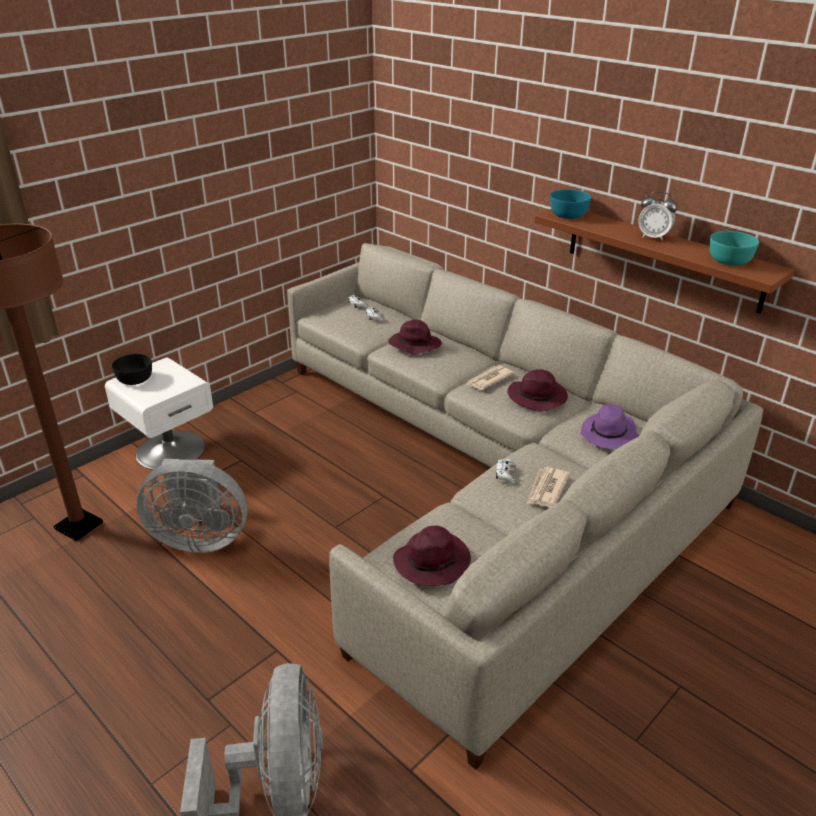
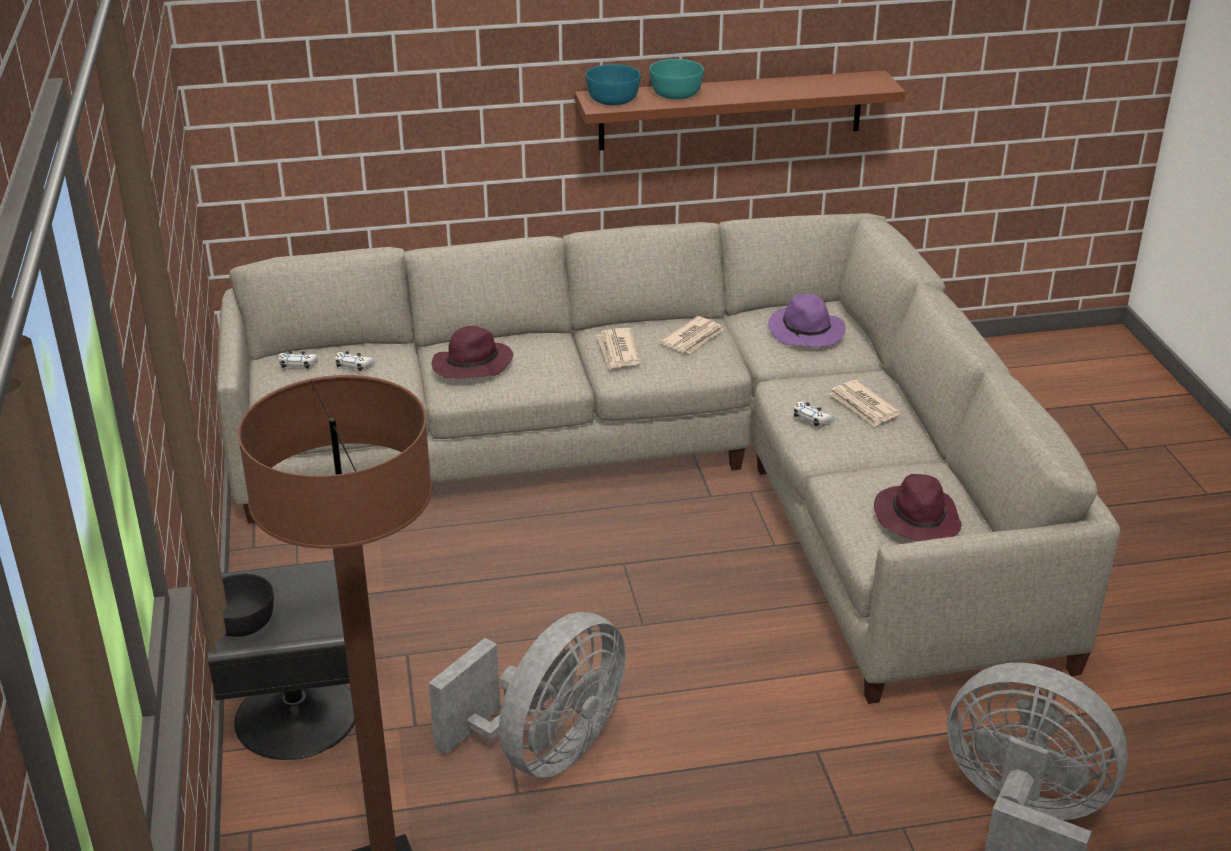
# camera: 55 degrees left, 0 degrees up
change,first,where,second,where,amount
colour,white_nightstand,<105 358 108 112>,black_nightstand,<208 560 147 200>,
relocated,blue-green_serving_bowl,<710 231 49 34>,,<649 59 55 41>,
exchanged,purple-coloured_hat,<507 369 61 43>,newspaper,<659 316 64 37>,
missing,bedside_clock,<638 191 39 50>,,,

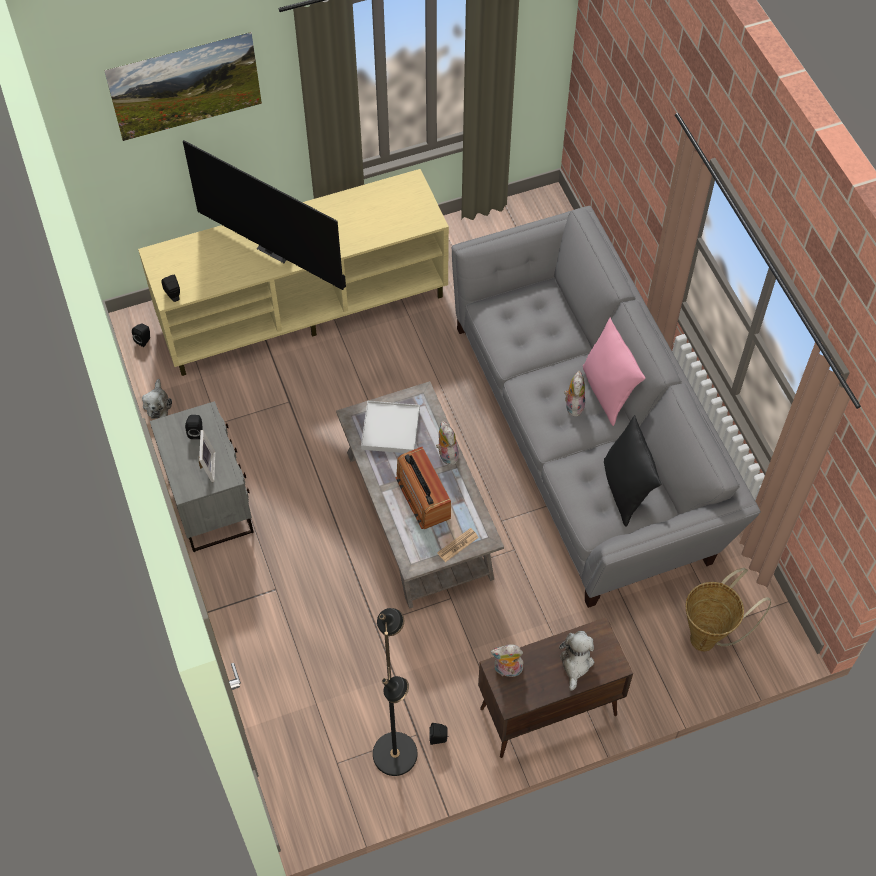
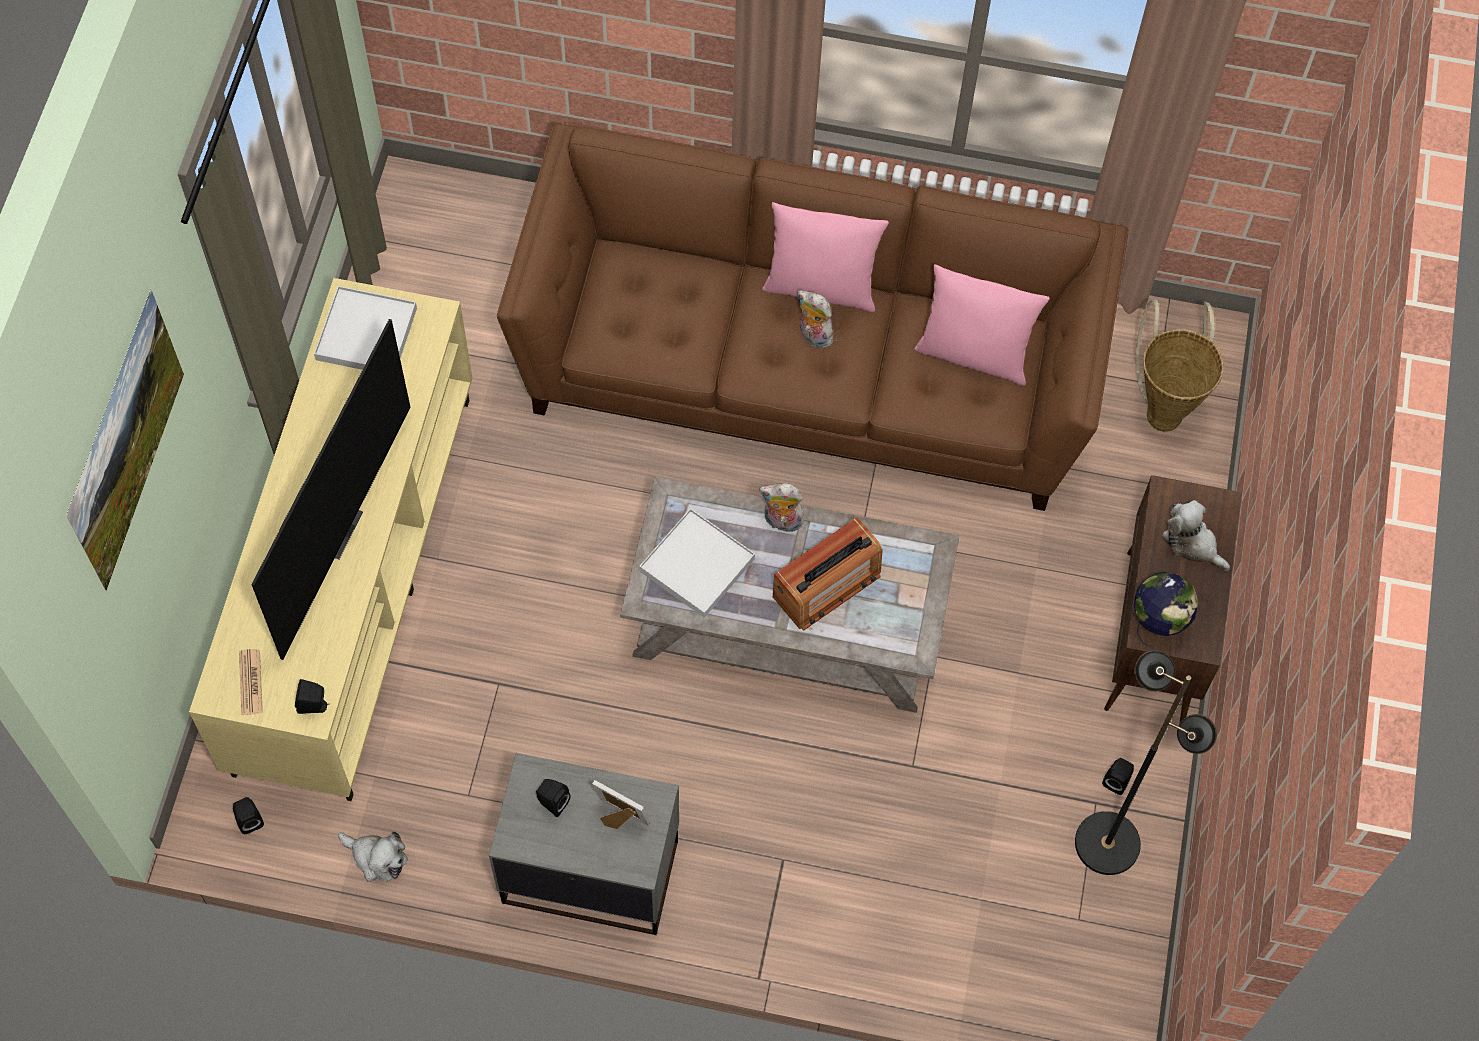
# camera: 60 degrees left, 5 degrees up
change,first,where,second,where,amount
relocated,newspaper,<437 528 42 34>,,<239 649 24 66>,
spun,TV_set,<183 140 163 150>,,<251 319 160 341>,45 degrees counterclockwise
appeared,,,white_serving_tray,<314 286 103 84>,
colour,grey_settee,<452 206 309 402>,brown-coloured_settee,<497 123 631 388>,
spun,radio_set,<395 447 56 82>,,<773 517 110 114>,45 degrees counterclockwise
colour,black_throw_pillow,<604 415 58 112>,pink_throw_pillow,<914 264 135 122>,
exchanged,cuddly_toy,<490 644 35 33>,world_globe,<1133 572 66 76>,

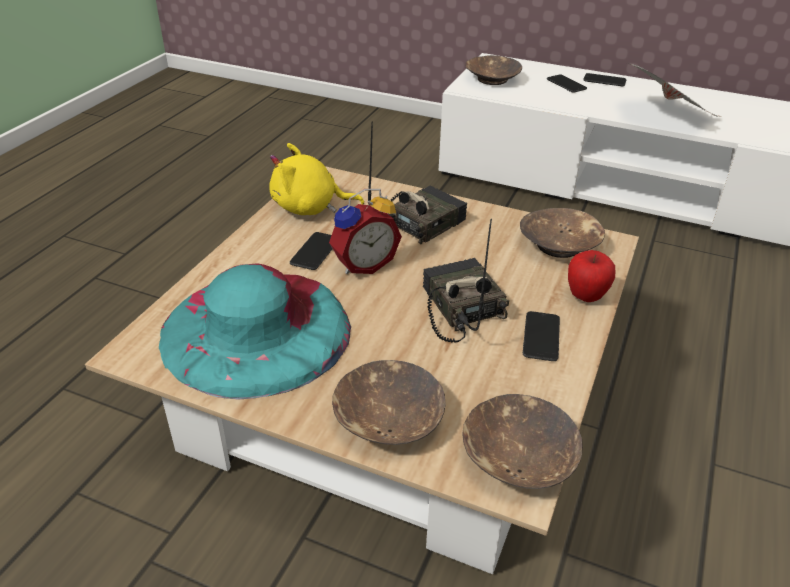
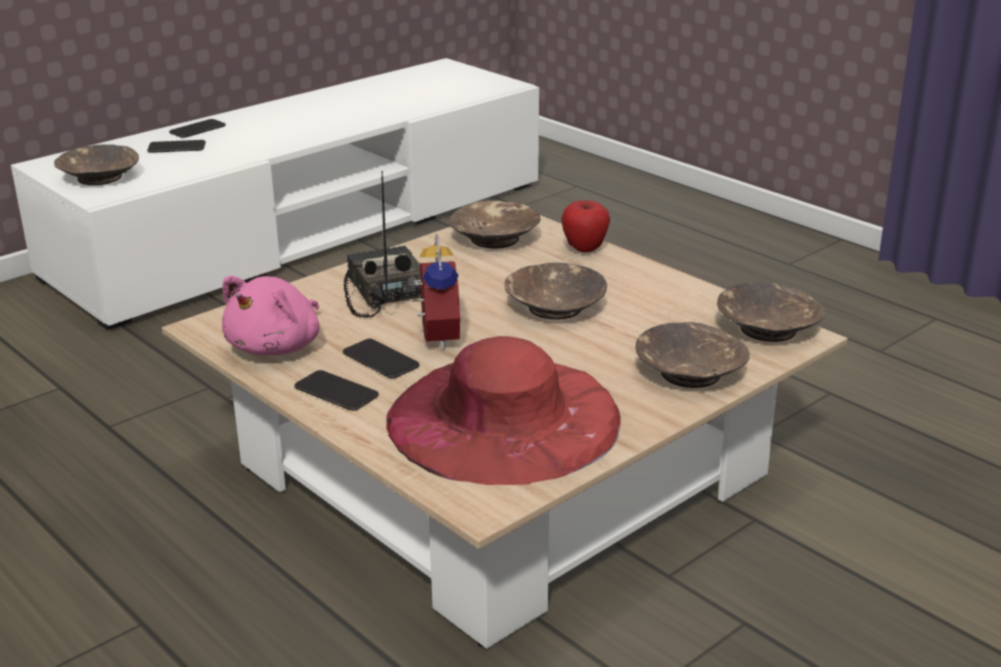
# camera: 65 degrees left, 10 degrees down
change,first,where,second,where,amount
colour,yellowish_cuddly_toy,<269 143 95 72>,pink_cuddly_toy,<222 276 98 80>,
relocated,phone,<523 311 37 50>,,<294 370 85 41>,
colour,blue-green_hat,<159 263 192 137>,red-coloured_hat,<386 336 235 149>,
exchanged,radio_set,<423 219 86 124>,brown-coloured_serving_bowl,<504 262 103 58>,
missing,newspaper,<627 63 95 54>,,,

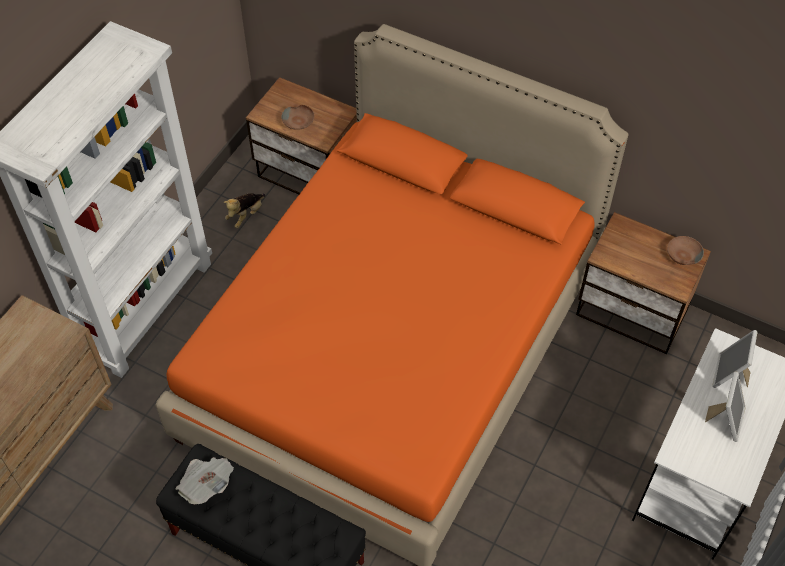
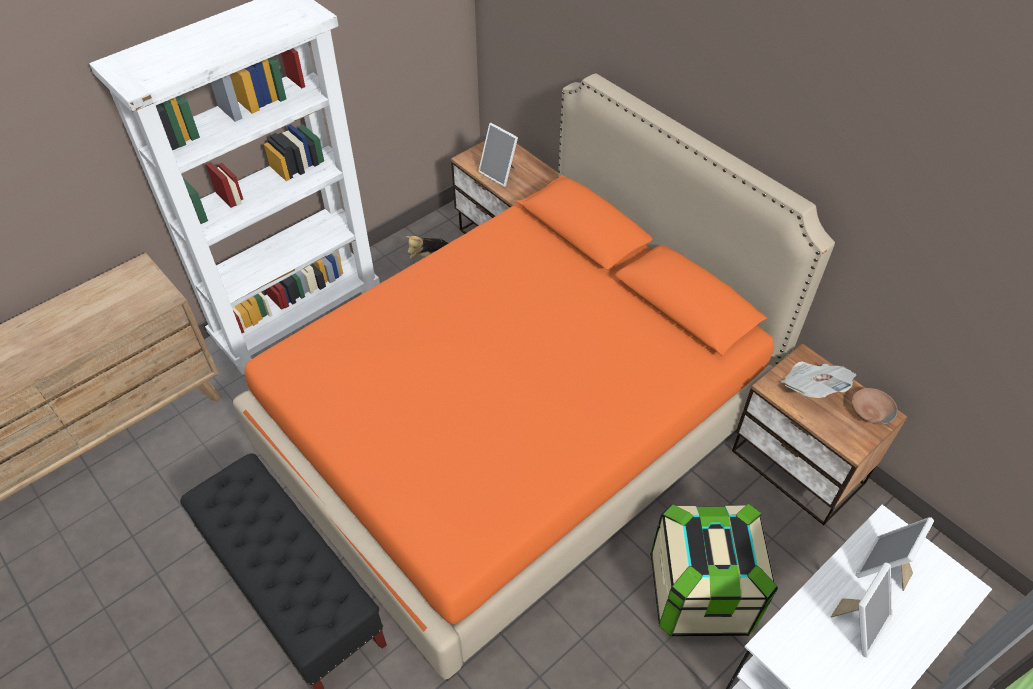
# camera: 20 degrees right, 5 degrees down
change,first,where,second,where,amount
exchanged,brown-coloured_serving_bowl,<281 105 33 25>,picture_frame,<478 123 40 64>,
appeared,,,storage_container,<650 504 128 132>,
relocated,newspaper,<175 457 59 47>,,<781 362 76 36>,

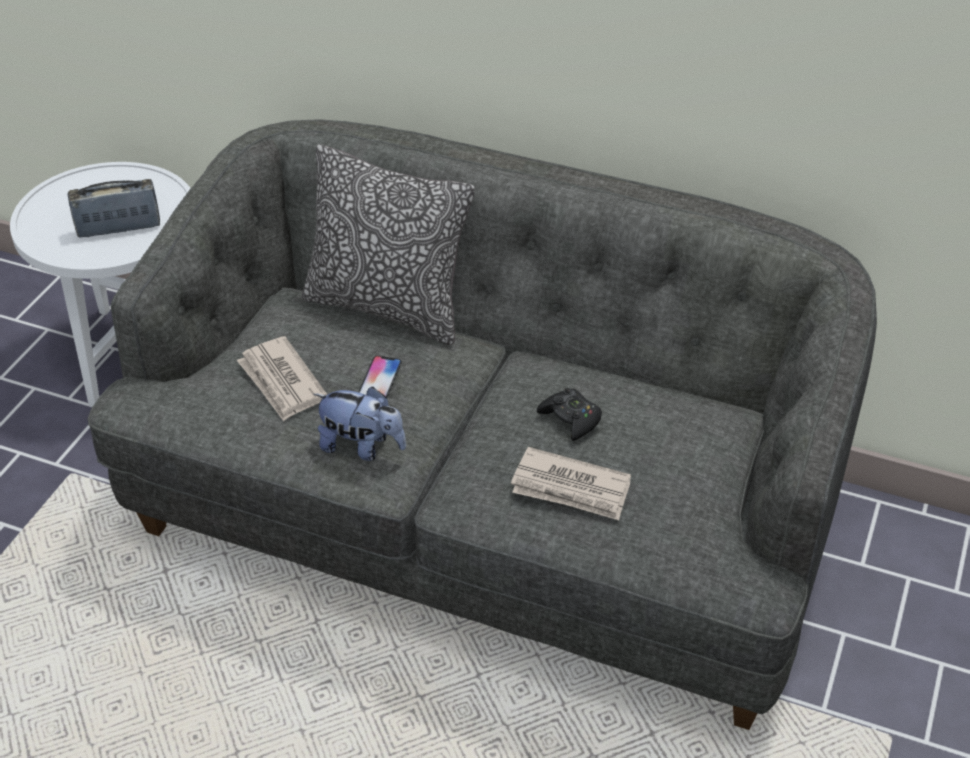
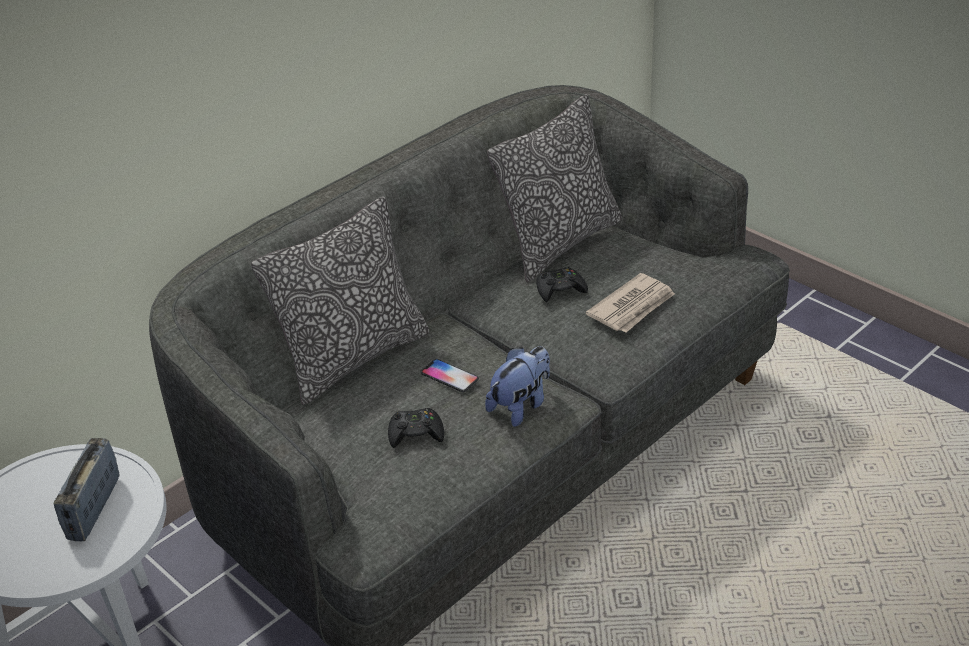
# camera: 65 degrees left, 5 degrees down
change,first,where,second,where,amount
exchanged,newspaper,<237 336 90 85>,black_joypad,<388 408 56 40>,
appeared,,,throw_pillow,<487 94 135 188>,

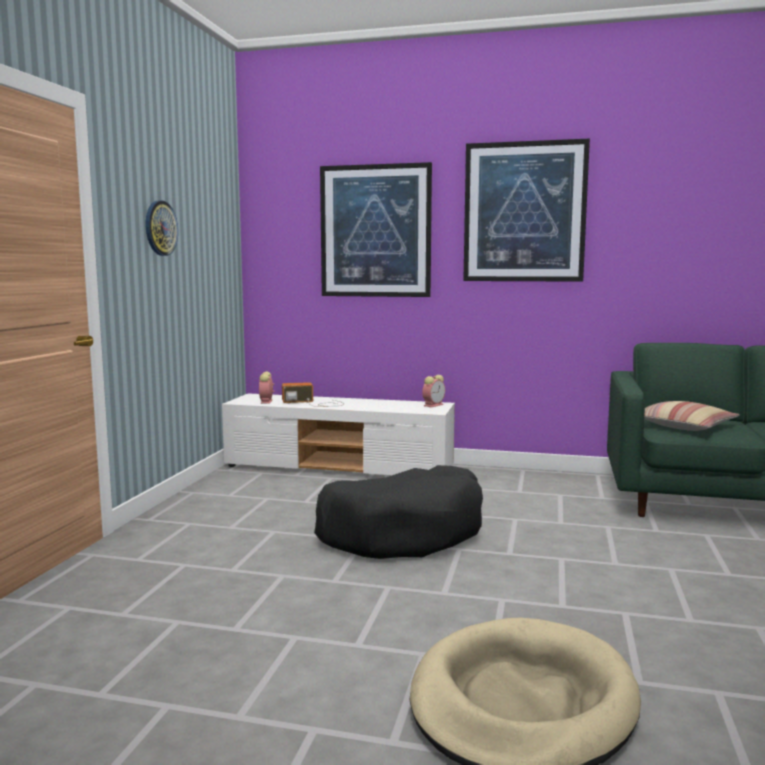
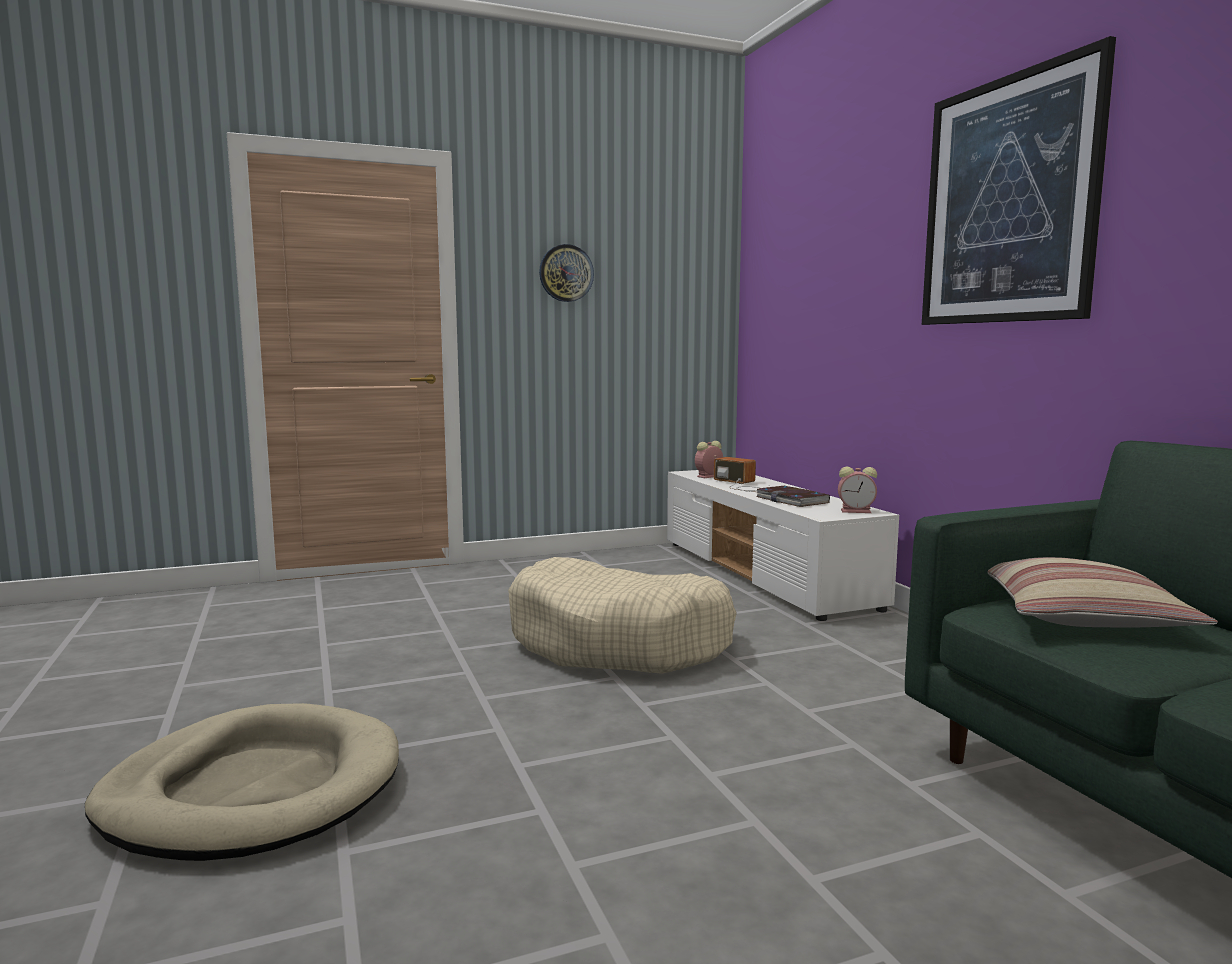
# camera: 55 degrees right, 0 degrees up
change,first,where,second,where,amount
colour,black_pet_bed,<314 465 169 94>,beige_pet_bed,<508 557 229 117>,
appeared,,,book,<757 486 73 21>,
missing,picture,<320 162 112 135>,,,

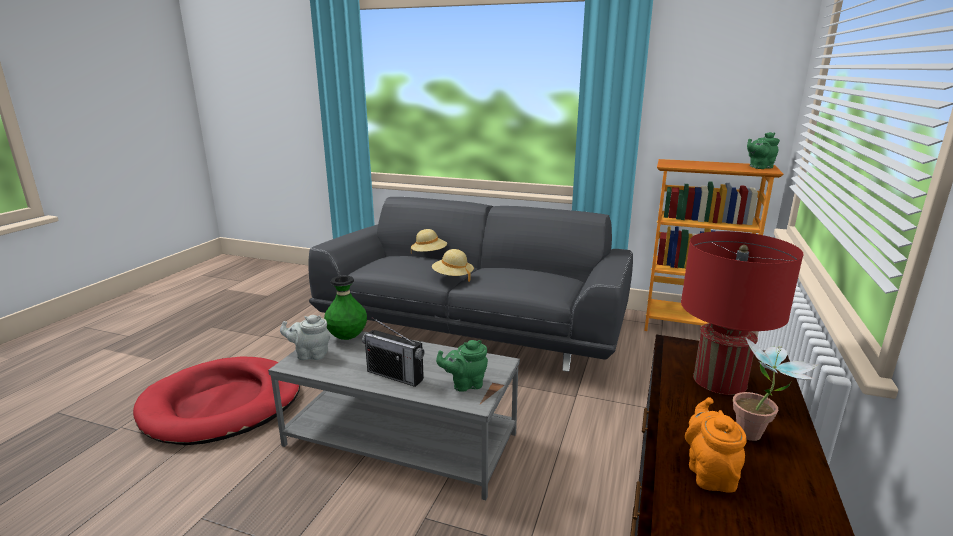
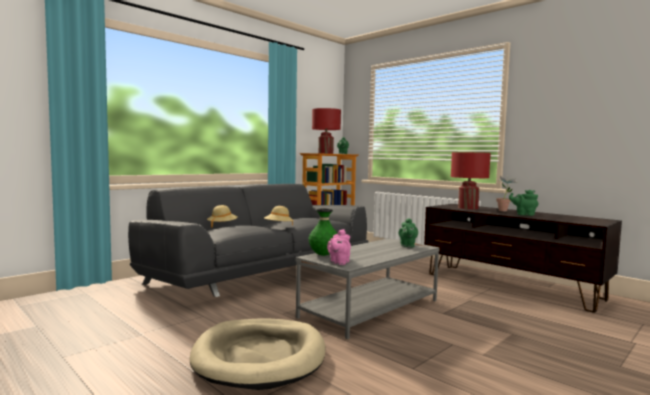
# camera: 65 degrees left, 15 degrees down
change,first,where,second,where,amount
colour,red-coloured_pet_bed,<133 357 167 88>,beige_pet_bed,<190 319 135 71>,
appeared,,,red-coloured_lamp_for_a_table,<312 108 29 46>,
colour,grey_teapot,<280 315 50 45>,pink_teapot,<327 229 24 36>,
colour,orange-coloured_teapot,<685 397 61 95>,green-coloured_teapot,<509 190 29 26>,
missing,radio_set,<362 317 62 70>,,,

